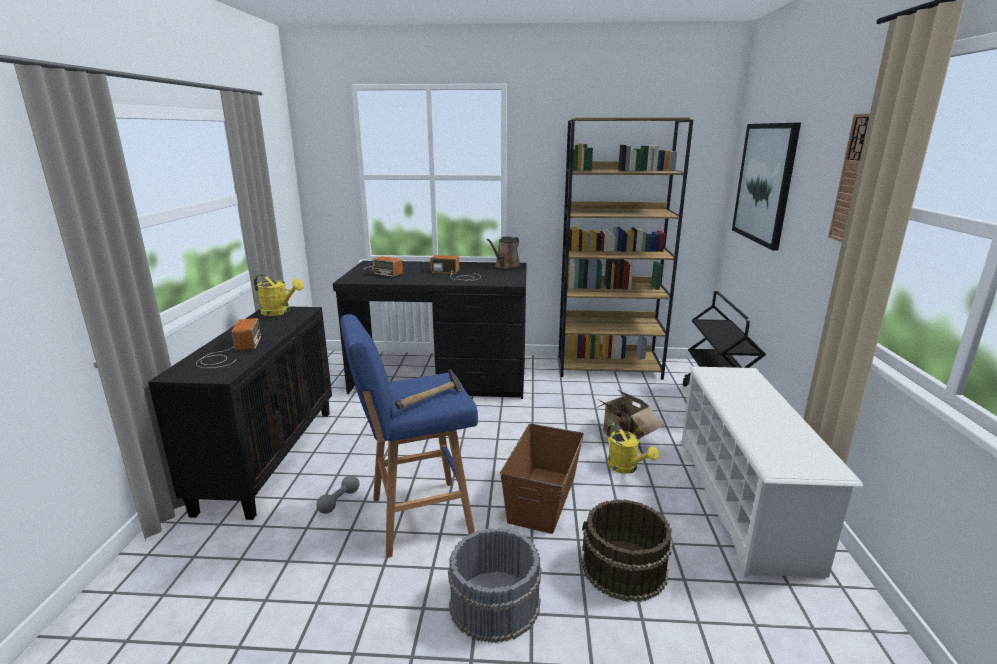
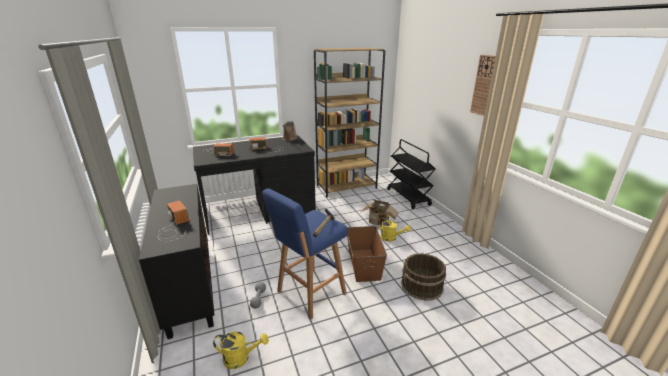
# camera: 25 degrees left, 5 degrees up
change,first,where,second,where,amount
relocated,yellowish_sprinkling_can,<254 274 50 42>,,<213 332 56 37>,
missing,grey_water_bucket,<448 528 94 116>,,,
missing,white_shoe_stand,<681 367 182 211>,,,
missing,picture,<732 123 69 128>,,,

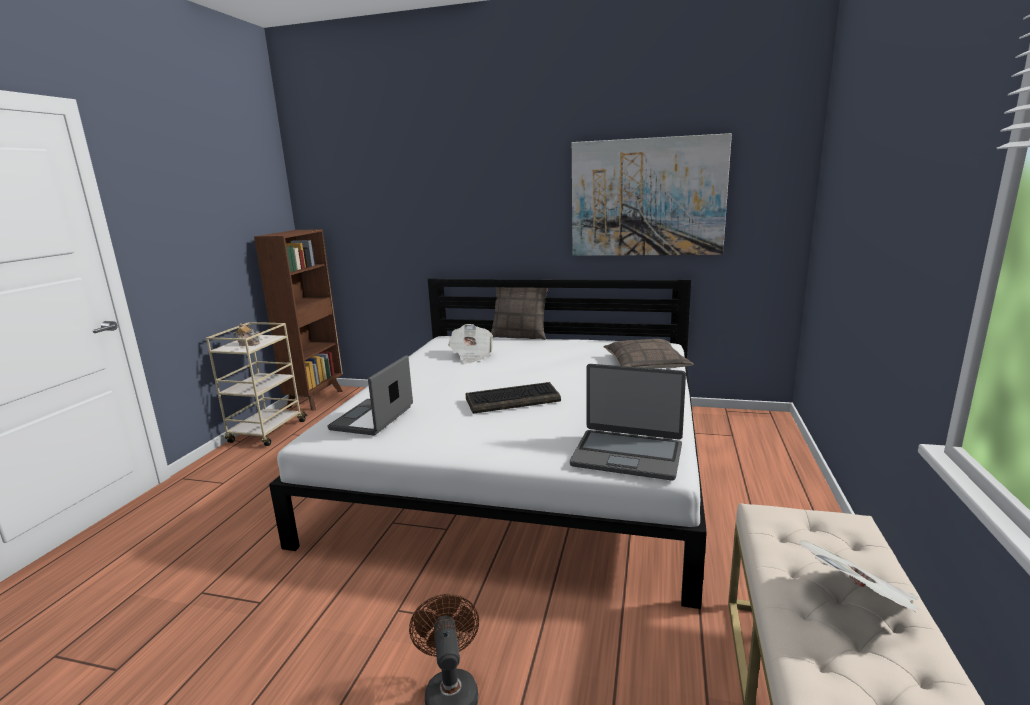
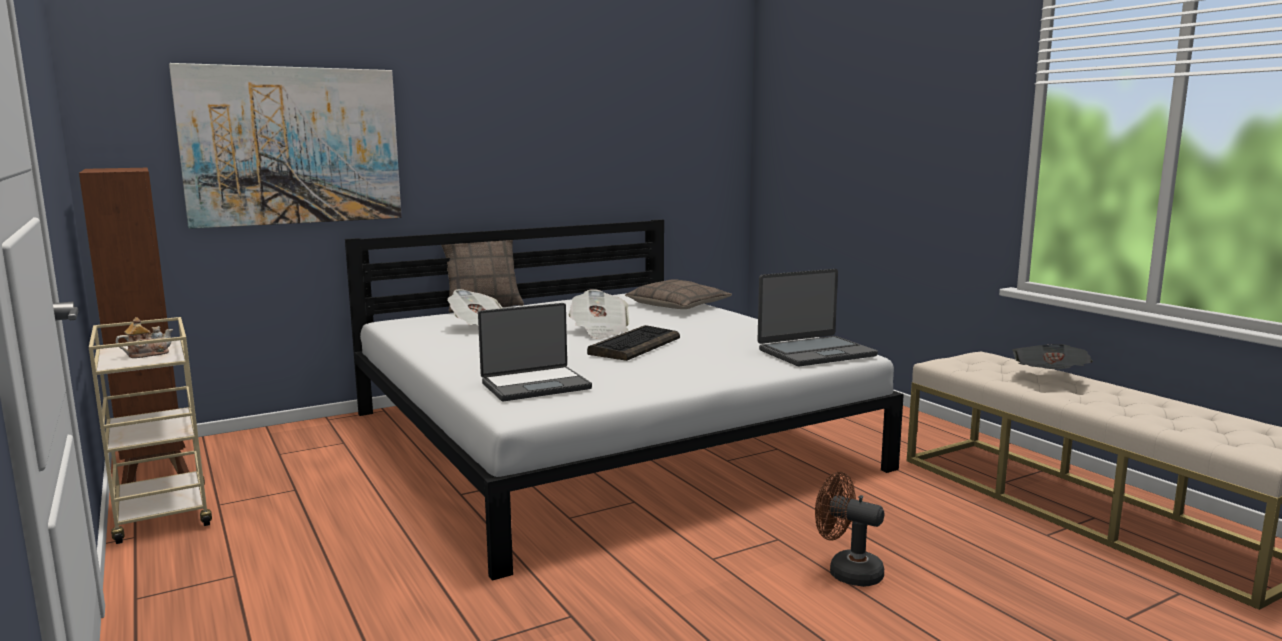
# camera: 45 degrees left, 5 degrees down
change,first,where,second,where,amount
relocated,picture,<572 133 160 123>,,<169 63 233 166>,
spun,laptop,<327 355 86 80>,,<478 303 114 98>,90 degrees counterclockwise
appeared,,,newspaper,<569 289 60 50>,

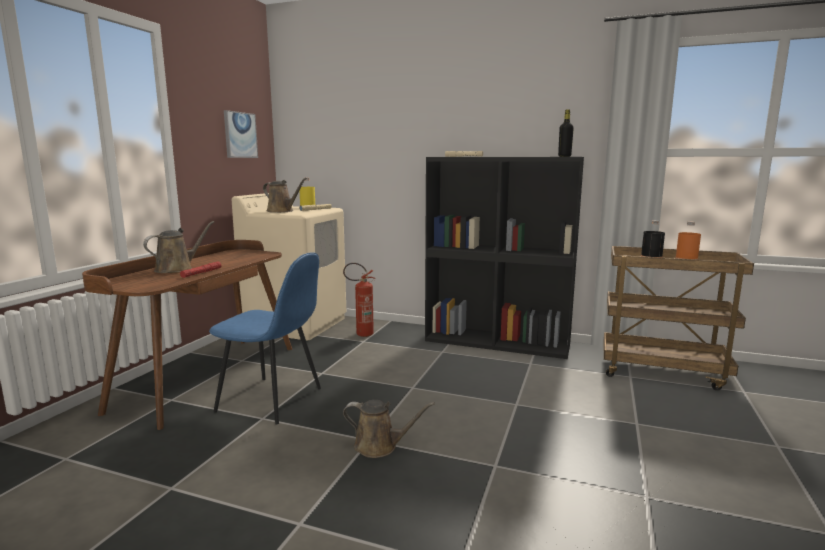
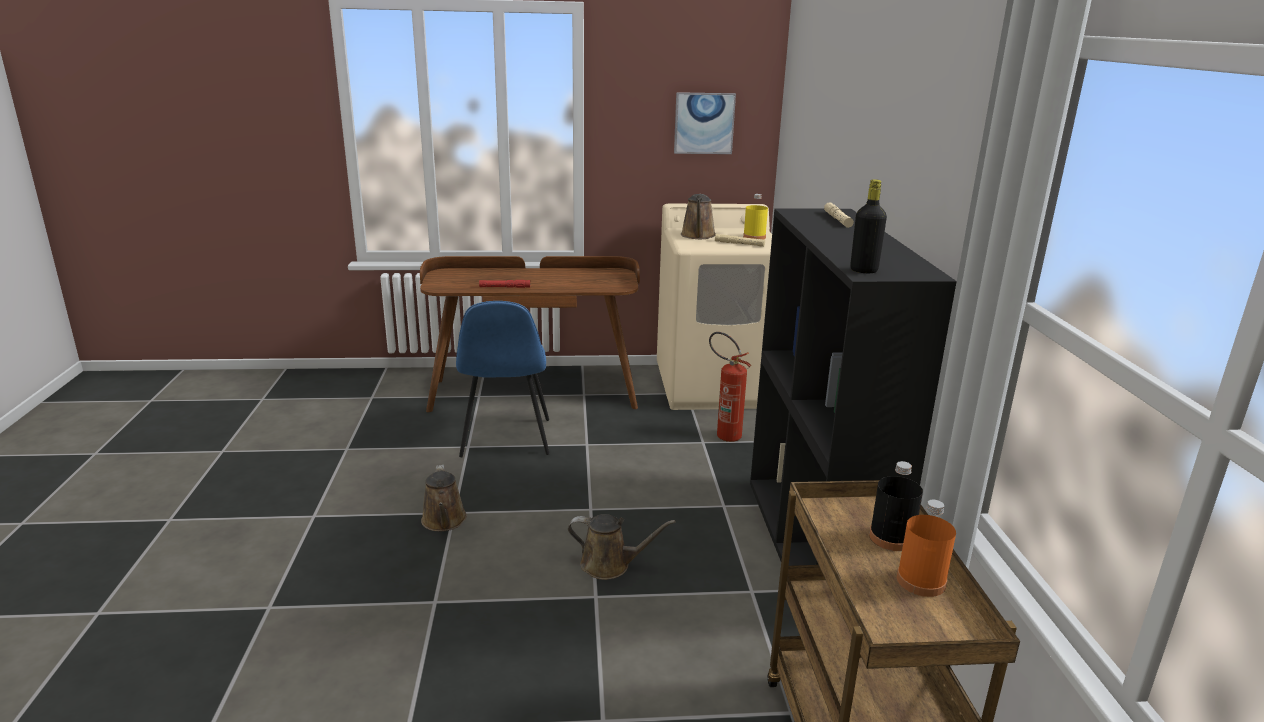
# camera: 65 degrees right, 10 degrees up
change,first,where,second,where,amount
relocated,brown-coloured_sprinkling_can,<143 221 71 52>,,<568 514 108 66>,

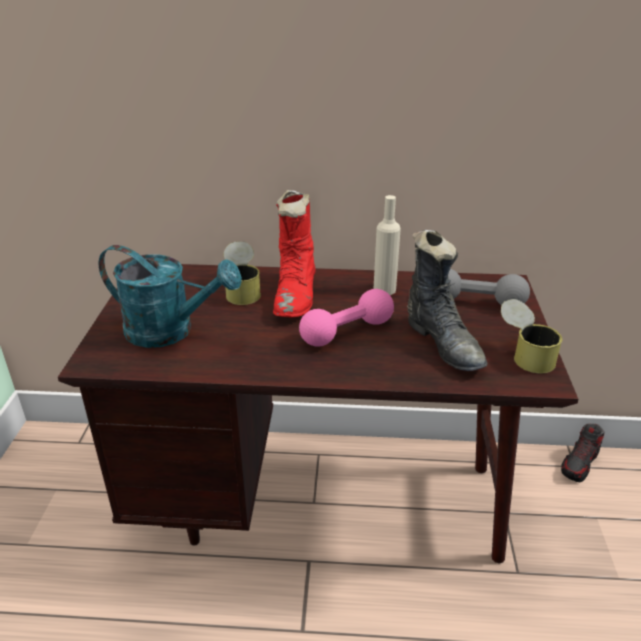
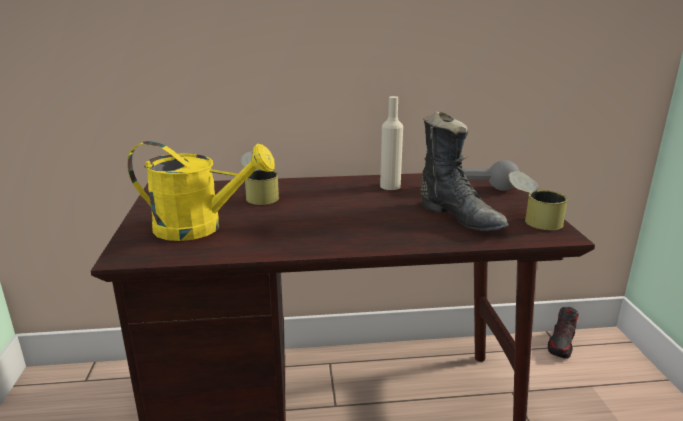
# camera: 10 degrees left, 10 degrees down
change,first,where,second,where,amount
colour,blue-green_sprinkling_can,<99 245 143 103>,yellowish_sprinkling_can,<127 141 148 100>,
missing,red-coloured_tall_boot,<273 190 43 127>,,,
missing,pink_dumbbell,<299 289 95 57>,,,

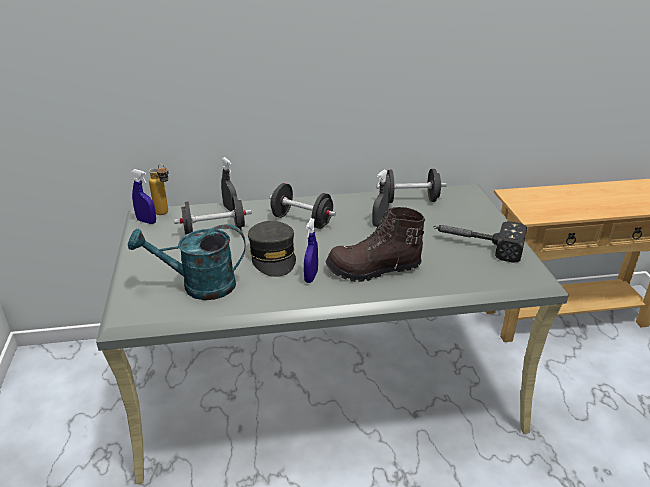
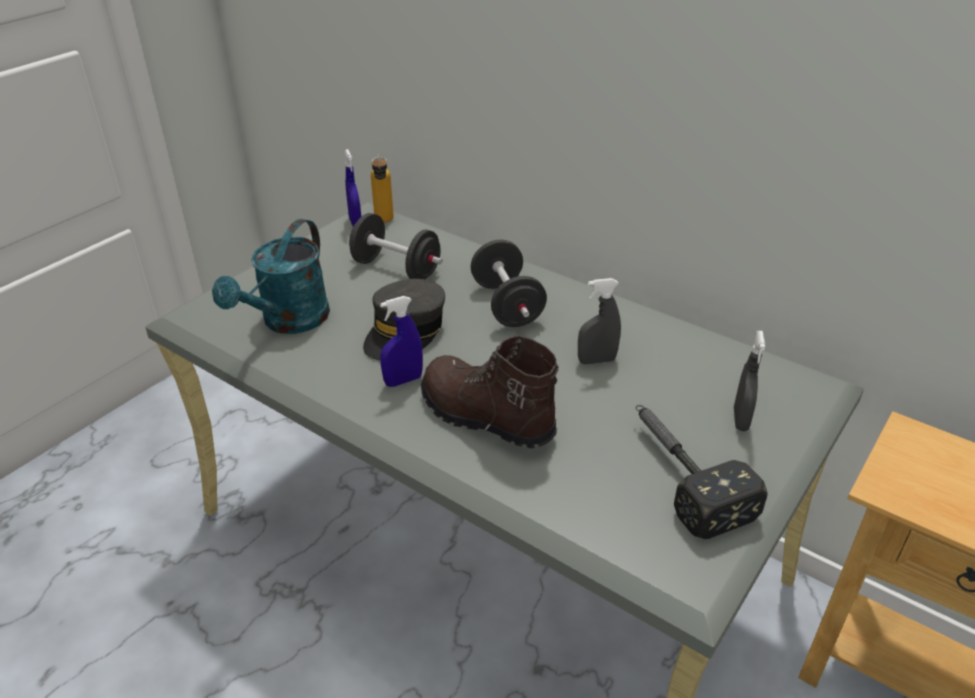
# camera: 45 degrees right, 5 degrees up
change,first,where,second,where,amount
spun,blue-green_sprinkling_can,<128 224 117 76>,,<212 219 118 115>,105 degrees counterclockwise
relocated,grey_sprayer,<221 157 16 55>,,<734 331 31 100>,
missing,black_dumbbell,<376 169 71 34>,,,

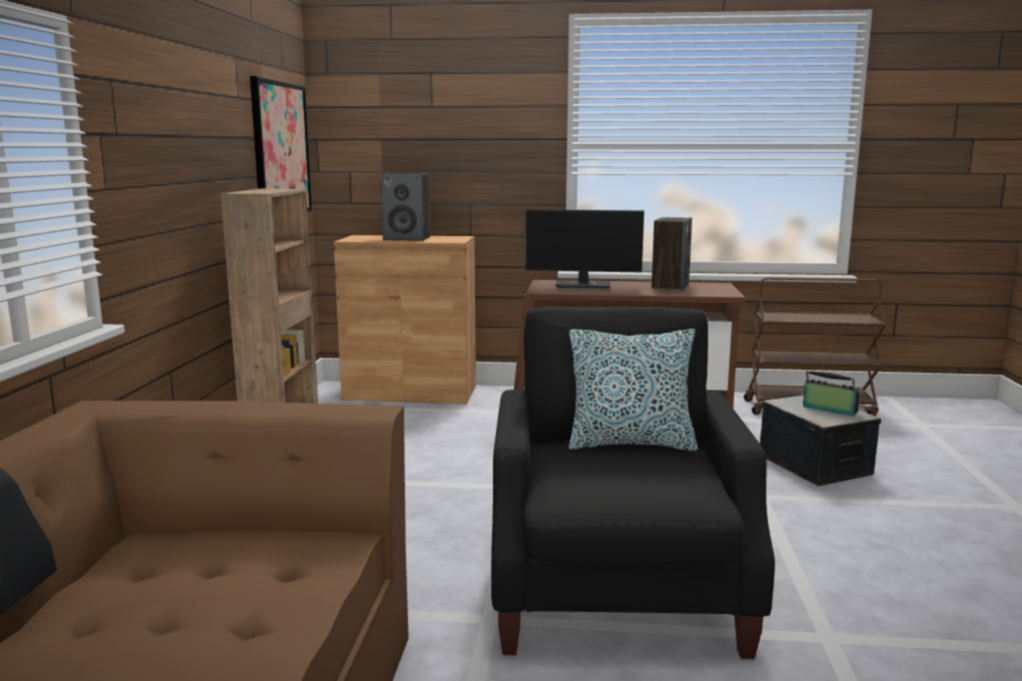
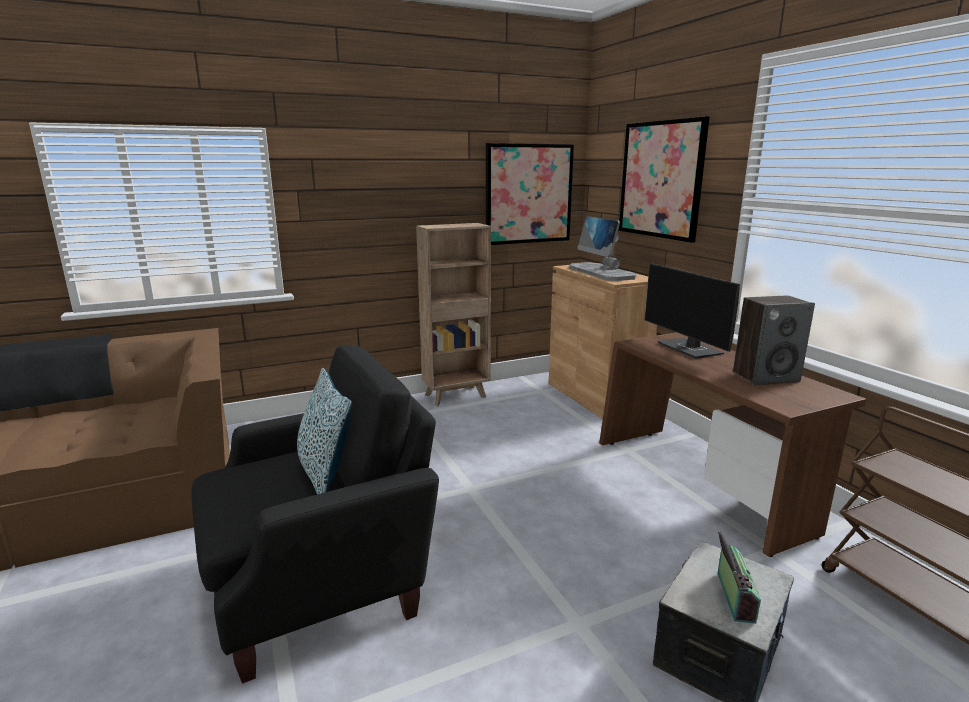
# camera: 60 degrees right, 5 degrees up
change,first,where,second,where,amount
exchanged,audio_speaker,<381 173 49 68>,computer_screen,<569 216 68 65>,
appeared,,,picture,<619 116 91 127>,

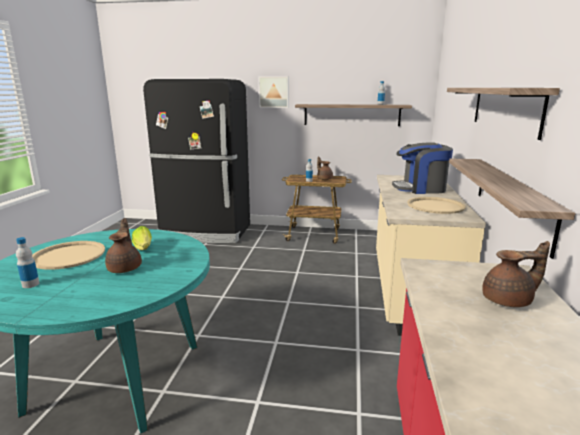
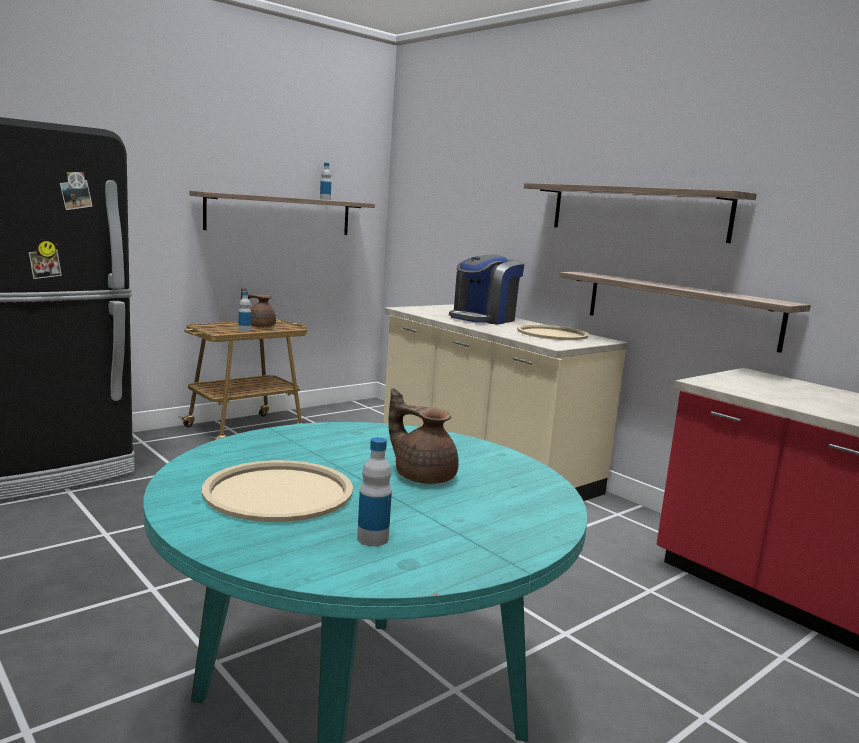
# camera: 50 degrees left, 5 degrees down
change,first,where,second,where,amount
missing,lettuce,<132 226 20 24>,,,
missing,picture,<259 77 30 31>,,,
missing,brown-coloured_teapot,<482 241 68 66>,,,

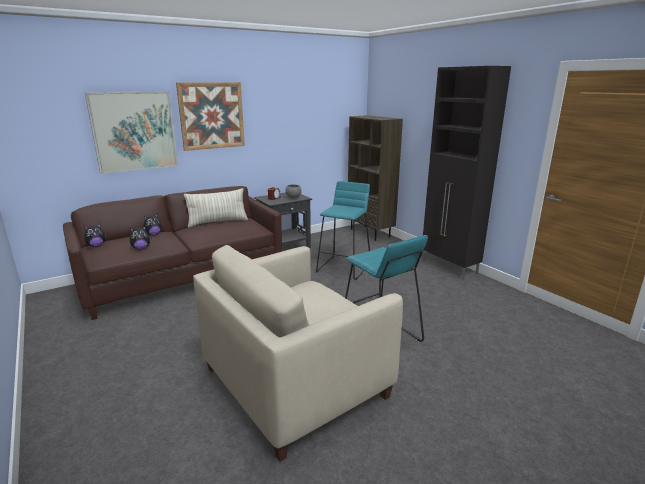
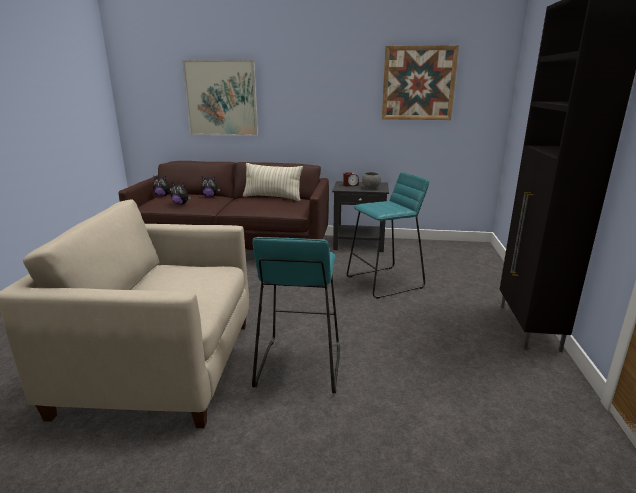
# camera: 40 degrees right, 0 degrees up
change,first,where,second,where,amount
relocated,picture,<176 82 69 69>,,<382 45 77 75>,
missing,brown-coloured_bookshelf,<348 115 55 126>,,,

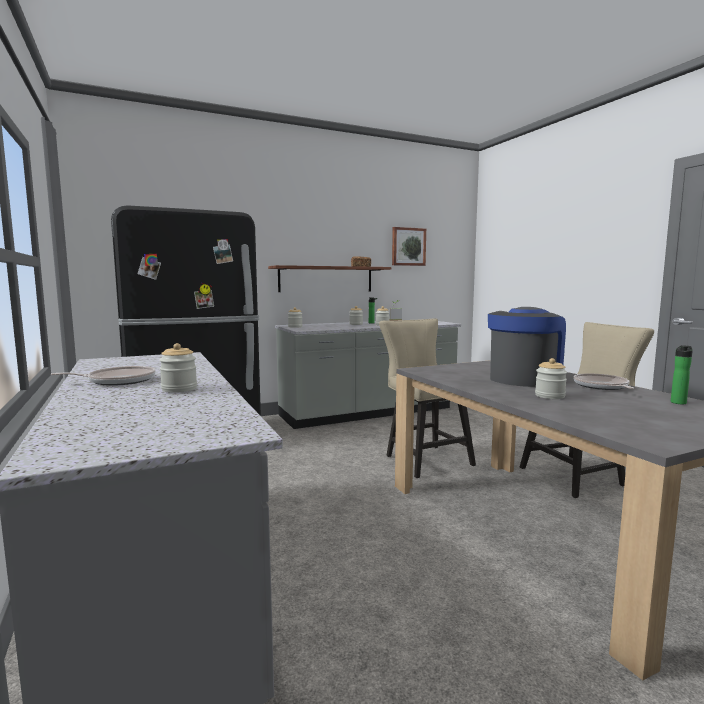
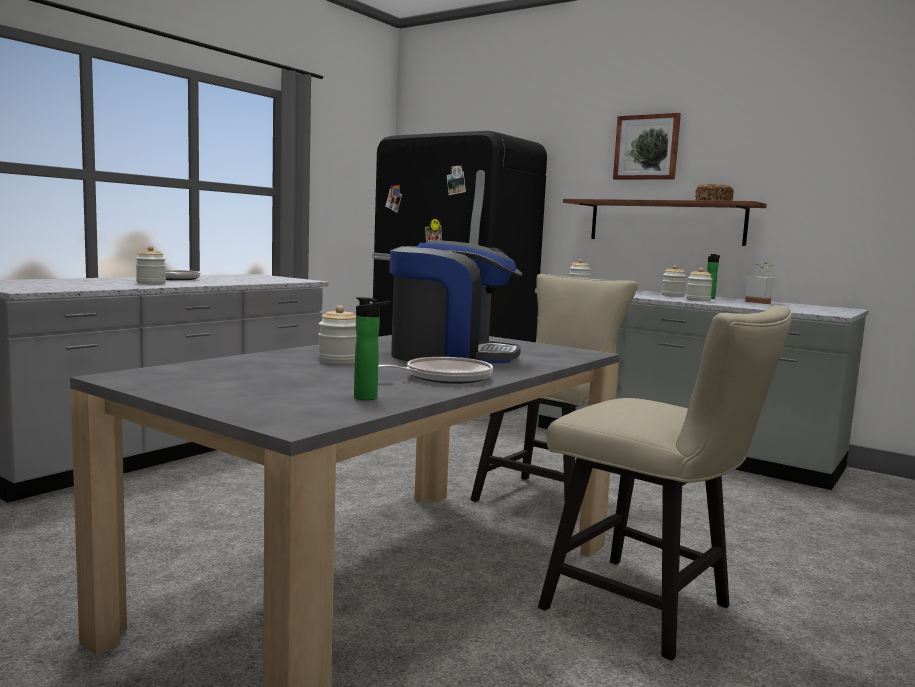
# camera: 60 degrees right, 0 degrees up
change,first,where,second,where,amount
relocated,picture,<392 227 34 39>,,<613 113 68 67>,

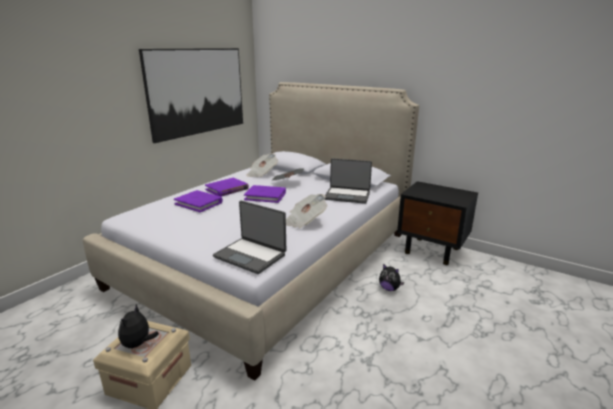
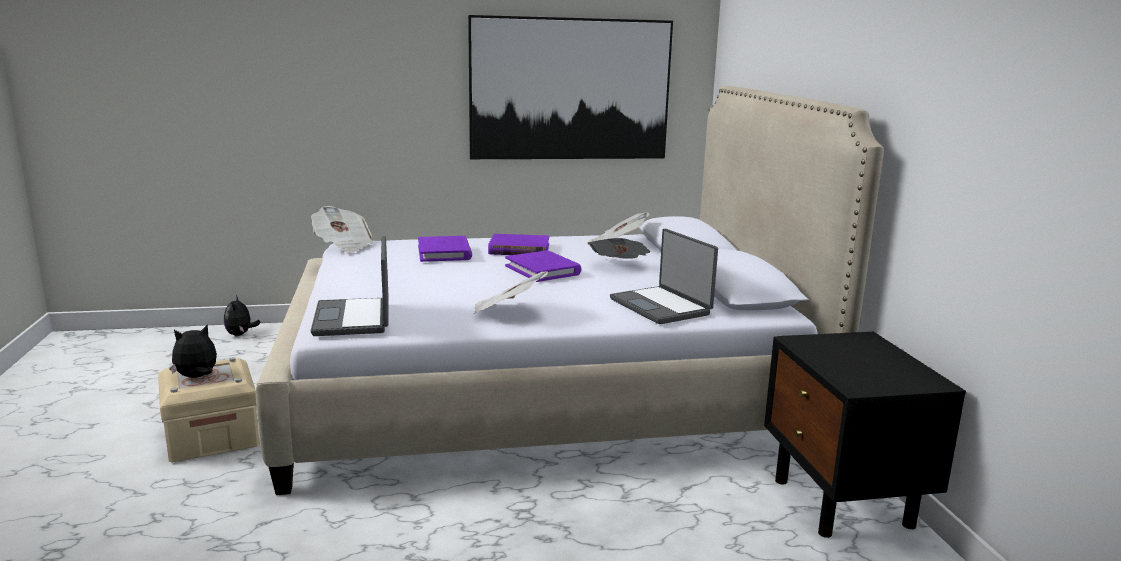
# camera: 45 degrees right, 5 degrees down
change,first,where,second,where,amount
relocated,cuddly_toy,<379 264 25 27>,,<224 295 37 41>,
appeared,,,newspaper,<311 206 63 47>,

